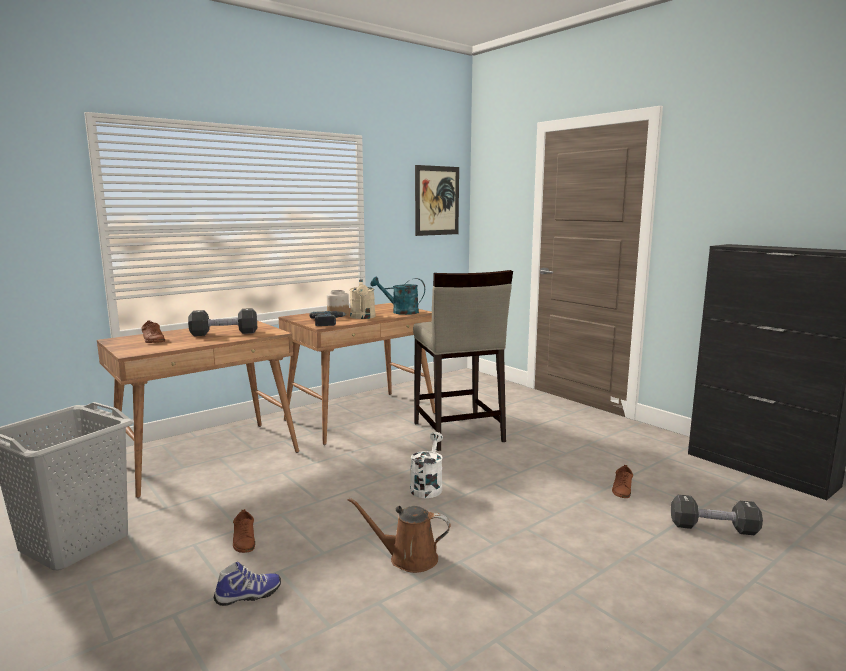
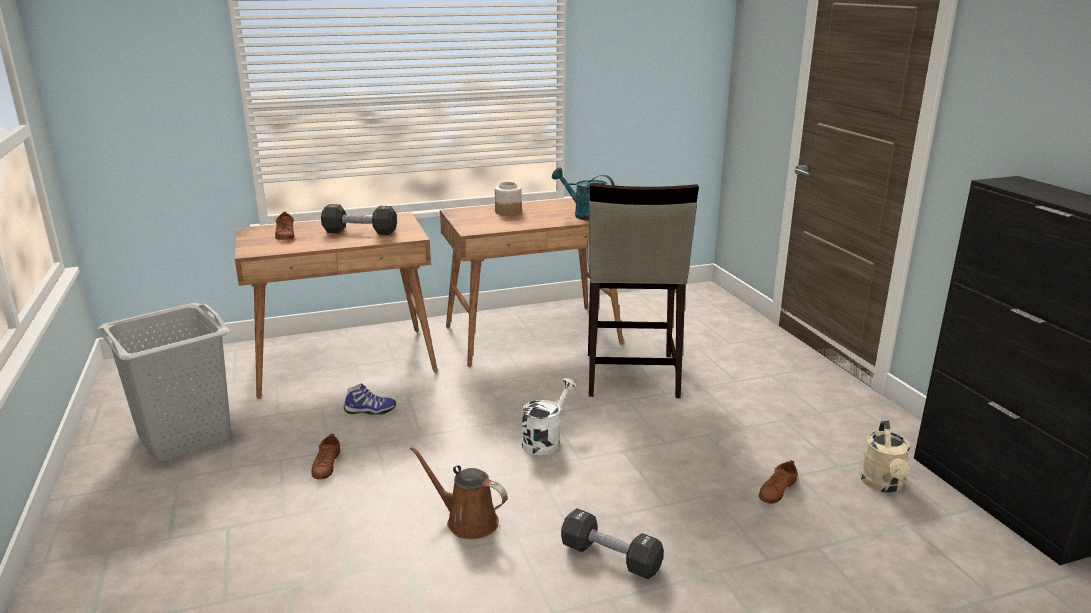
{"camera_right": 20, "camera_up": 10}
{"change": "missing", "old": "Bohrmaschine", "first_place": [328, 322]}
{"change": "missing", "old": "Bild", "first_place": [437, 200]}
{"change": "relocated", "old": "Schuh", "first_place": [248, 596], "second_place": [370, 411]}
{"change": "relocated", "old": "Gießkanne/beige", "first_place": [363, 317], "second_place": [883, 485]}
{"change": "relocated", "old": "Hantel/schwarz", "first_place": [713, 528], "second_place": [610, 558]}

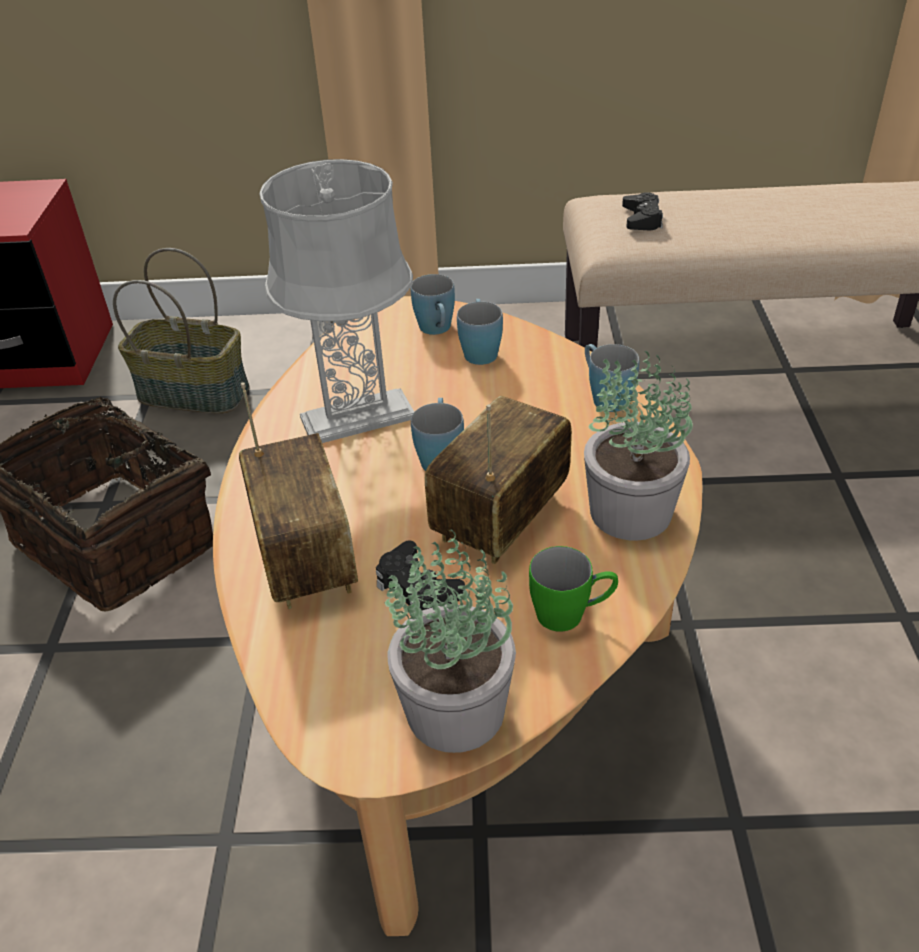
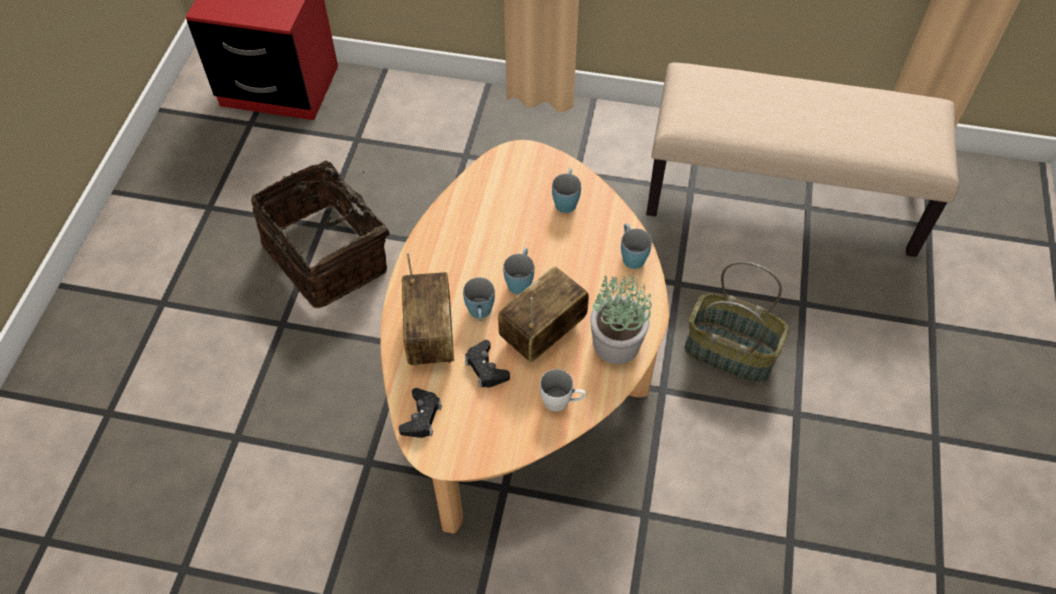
{"camera_right": 10, "camera_up": 15}
{"change": "missing", "old": "Tischlampe/grau", "first_place": [358, 418]}
{"change": "missing", "old": "Topfpflanze", "first_place": [458, 709]}
{"change": "relocated", "old": "Korb", "first_place": [195, 392], "second_place": [731, 351]}
{"change": "relocated", "old": "Henkelbecher/blau", "first_place": [437, 330], "second_place": [480, 314]}
{"change": "relocated", "old": "Gamepad/schwarz", "first_place": [642, 219], "second_place": [421, 417]}
{"change": "colour", "old": "Henkelbecher/grün", "new": "Henkelbecher/weiß", "first_place": [571, 614], "second_place": [562, 402]}

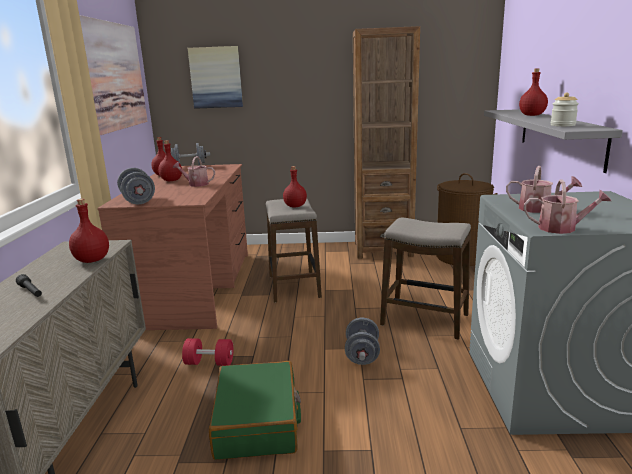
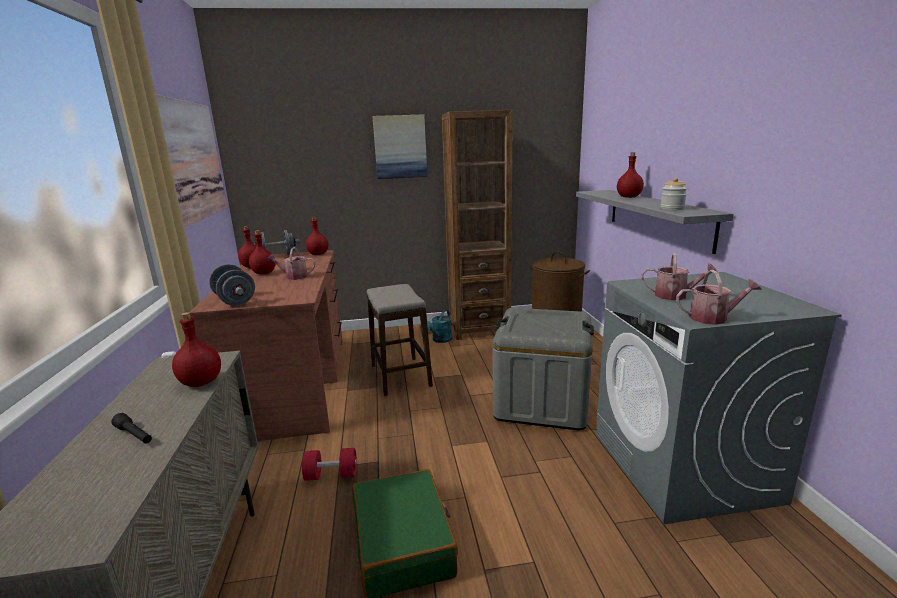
{"camera_right": -10, "camera_up": 0}
{"change": "missing", "old": "Hantel/grau", "first_place": [362, 355]}
{"change": "appeared", "new": "Gießkanne/türkis", "second_place": [440, 340]}
{"change": "relocated", "old": "Bild", "first_place": [216, 77], "second_place": [400, 147]}
{"change": "relocated", "old": "Flasche/rot", "first_place": [295, 206], "second_place": [318, 254]}
{"change": "exchanged", "old": "Hocker", "new": "Aufbewahrungsbox/grau", "first_place": [424, 320], "second_place": [541, 403]}

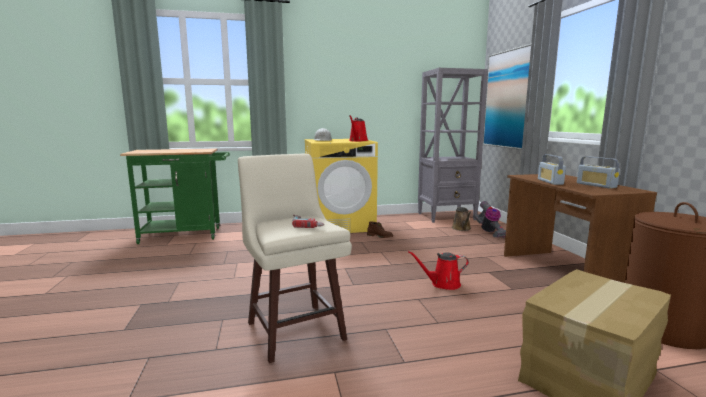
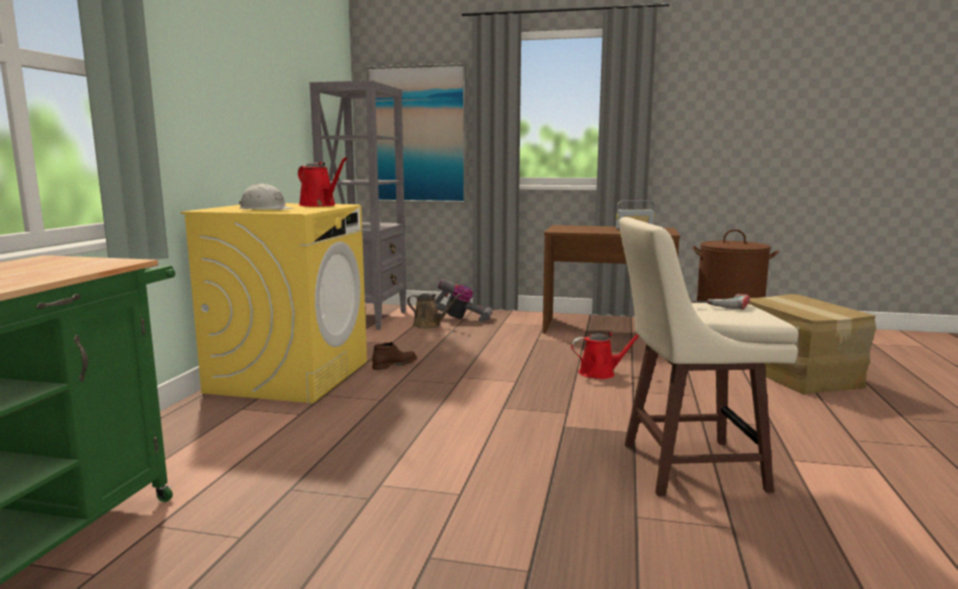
{"camera_right": -65, "camera_up": 0}
{"change": "missing", "old": "Radio", "first_place": [550, 182]}
{"change": "spun", "old": "Gießkanne/rot", "first_place": [443, 284], "second_place": [600, 373], "degrees": -120}

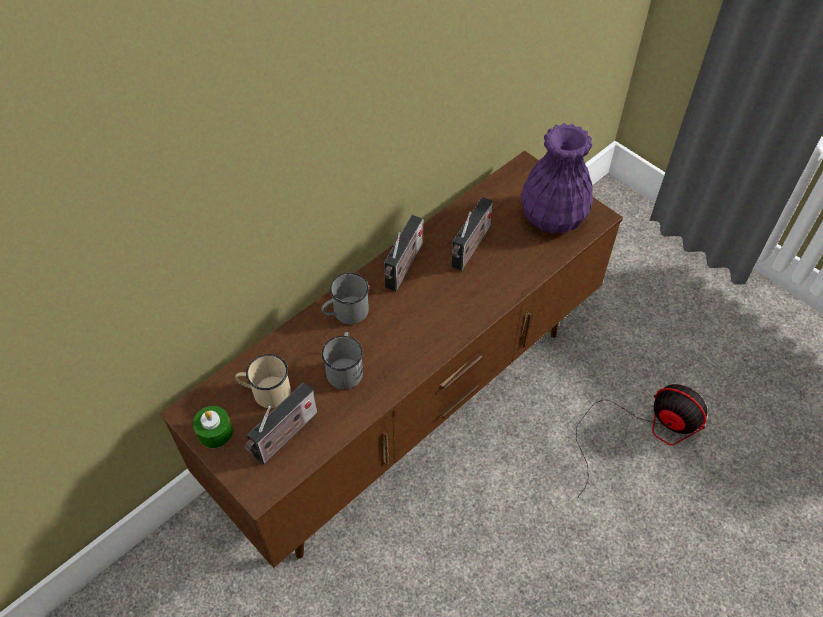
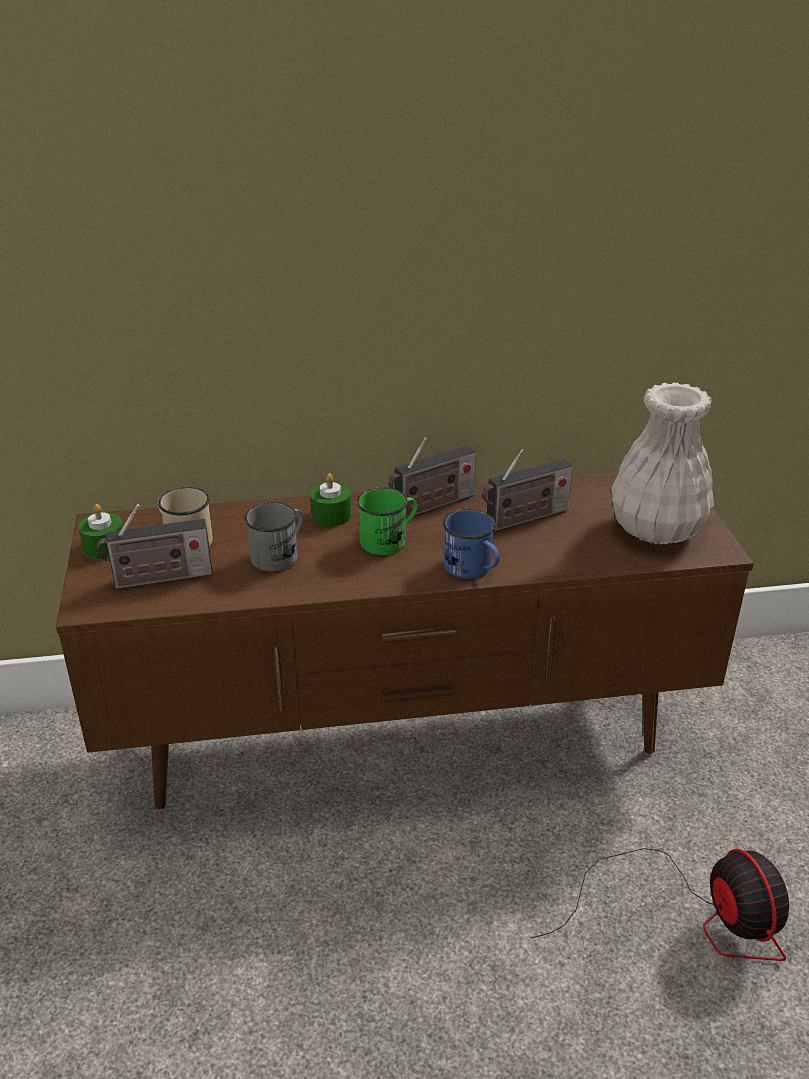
{"camera_right": 35, "camera_up": -20}
{"change": "appeared", "new": "Henkelbecher/grün", "second_place": [389, 540]}
{"change": "appeared", "new": "Henkelbecher/blau", "second_place": [473, 569]}
{"change": "exchanged", "old": "Henkelbecher/grau", "new": "Kerze/grün", "first_place": [346, 313], "second_place": [331, 515]}
{"change": "colour", "old": "Vase/lila", "new": "Vase/weiß", "first_place": [552, 216], "second_place": [656, 529]}

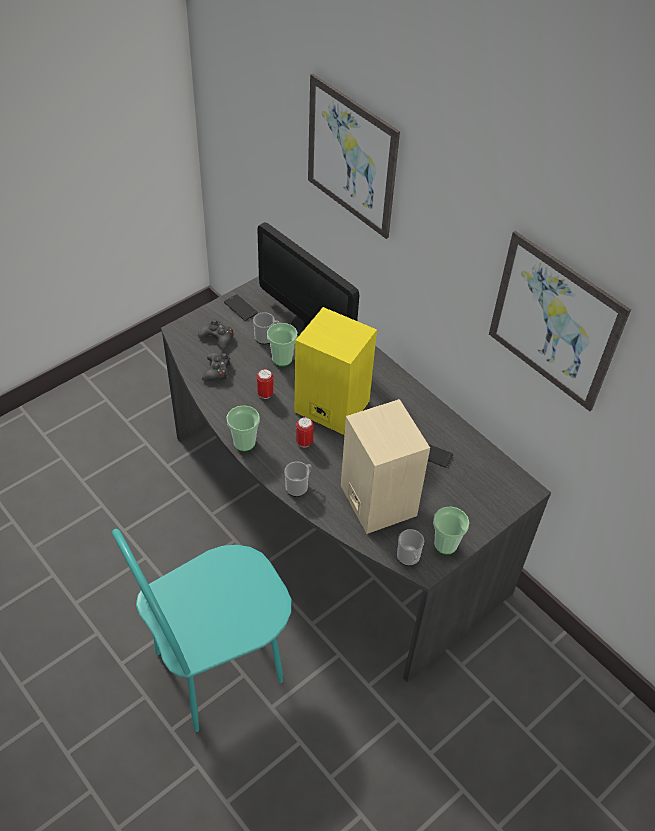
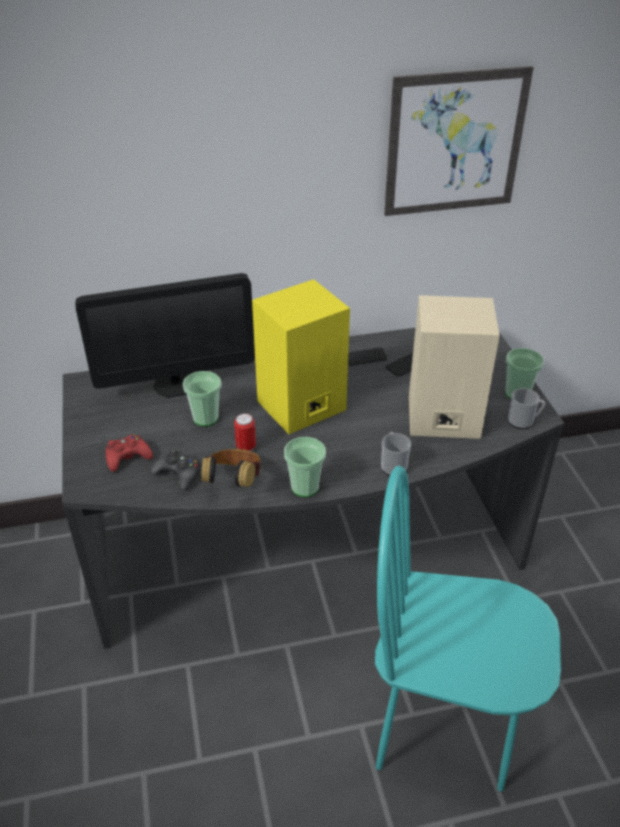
{"camera_right": -60, "camera_up": -10}
{"change": "missing", "old": "Henkelbecher", "first_place": [266, 337]}
{"change": "missing", "old": "Dose", "first_place": [304, 442]}
{"change": "missing", "old": "Bild", "first_place": [351, 157]}
{"change": "appeared", "new": "Kopfhörer", "second_place": [234, 483]}
{"change": "relocated", "old": "Handy", "first_place": [240, 308], "second_place": [365, 357]}
{"change": "colour", "old": "Gamepad/schwarz", "new": "Gamepad/rot", "first_place": [217, 338], "second_place": [128, 457]}
{"change": "spun", "old": "Stuhl/türkis", "first_place": [219, 668], "second_place": [443, 725], "degrees": 105}

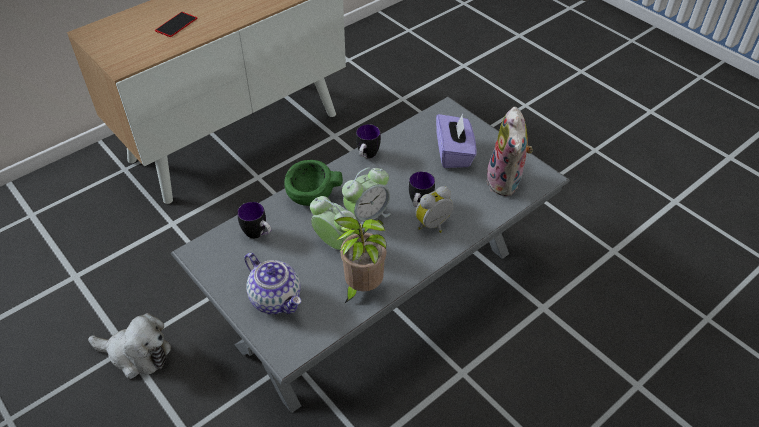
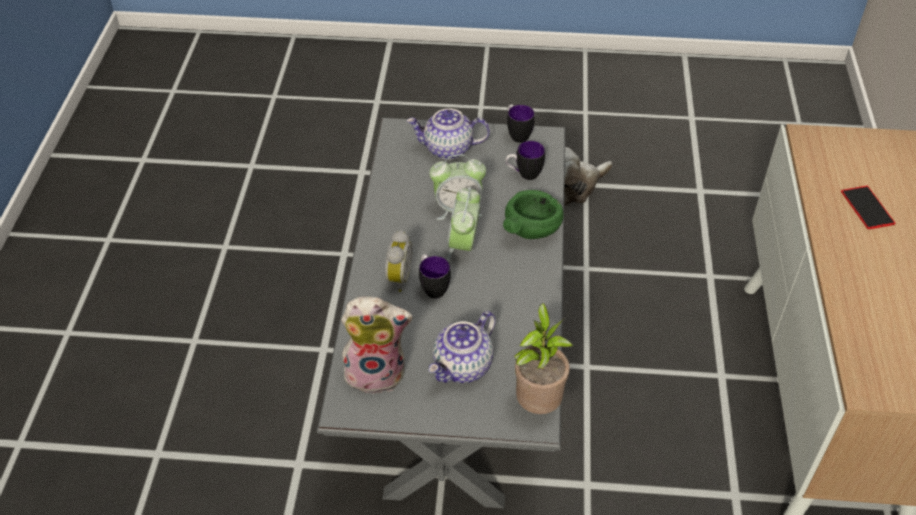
{"camera_right": 135, "camera_up": 0}
{"change": "relocated", "old": "Topfpflanze", "first_place": [361, 288], "second_place": [538, 403]}
{"change": "relocated", "old": "Henkelbecher", "first_place": [366, 156], "second_place": [517, 134]}
{"change": "exchanged", "old": "Taschentuchbox/lila", "new": "Teekanne", "first_place": [454, 153], "second_place": [463, 367]}
{"change": "spun", "old": "Plüschtier", "first_place": [506, 182], "second_place": [377, 372], "degrees": 135}

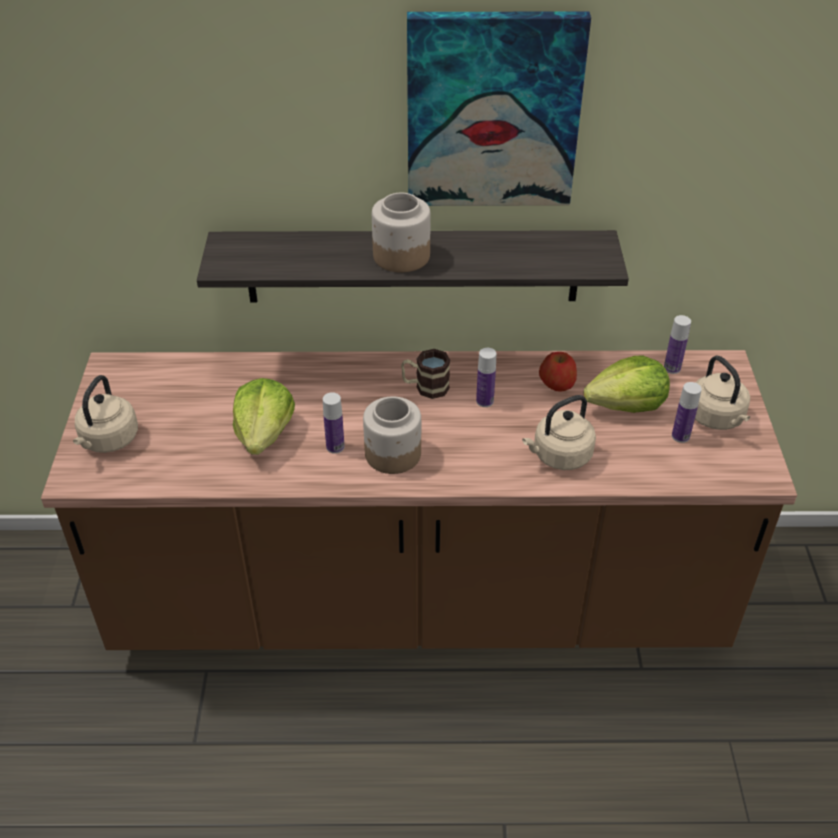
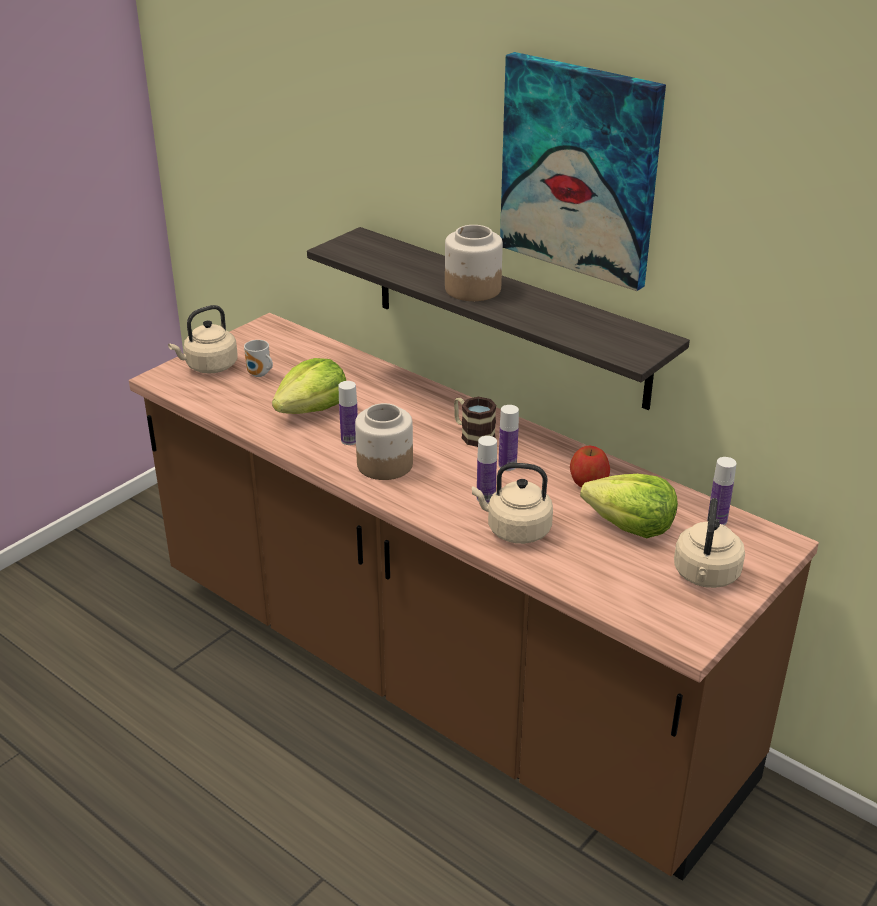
{"camera_right": 40, "camera_up": -10}
{"change": "appeared", "new": "Henkelbecher", "second_place": [259, 375]}
{"change": "relocated", "old": "Flasche", "first_place": [680, 436], "second_place": [486, 498]}

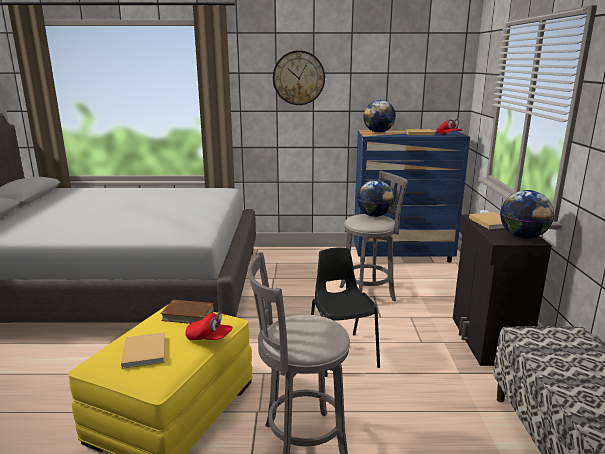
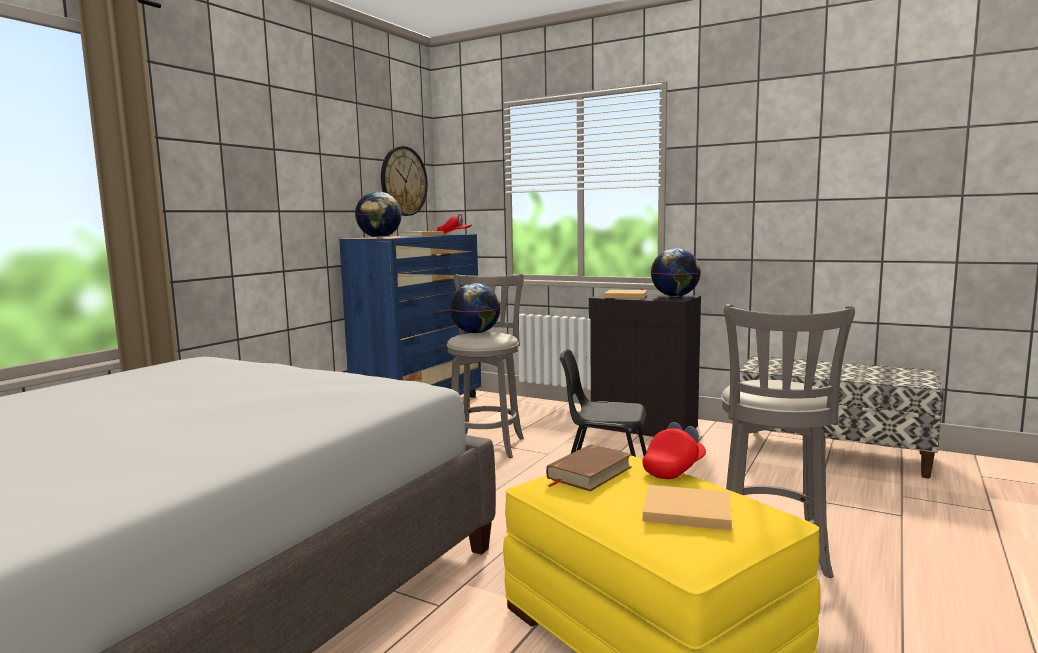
{"camera_right": -60, "camera_up": -10}
{"change": "relocated", "old": "Wanduhr", "first_place": [298, 78], "second_place": [403, 181]}

